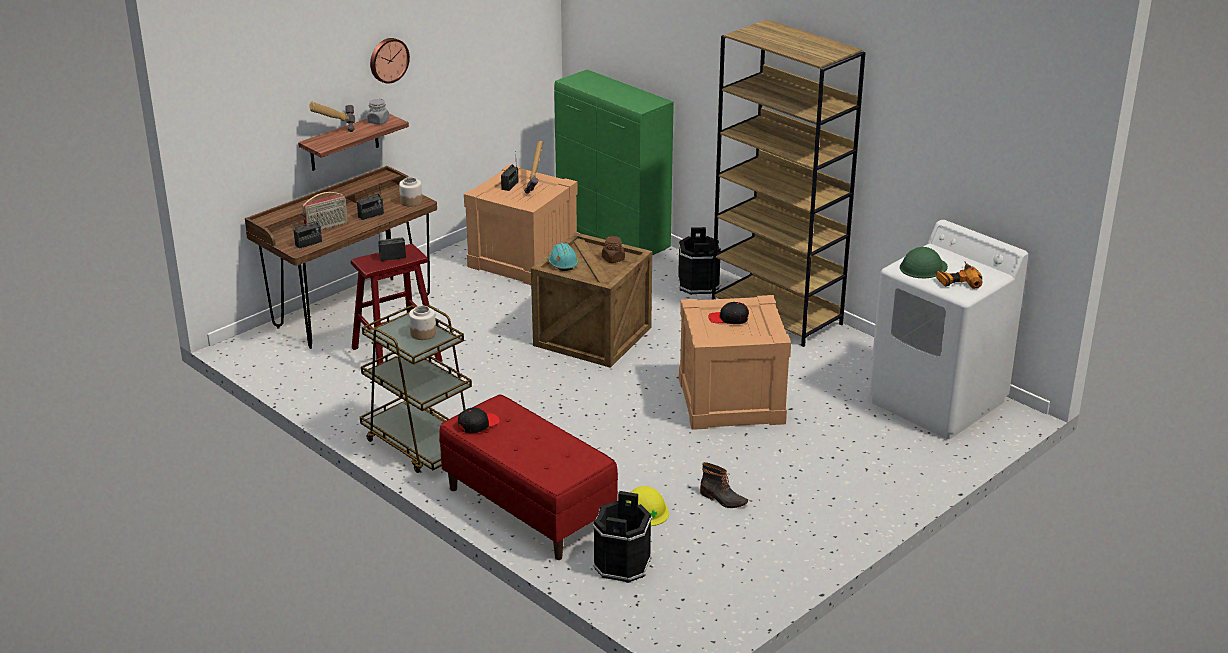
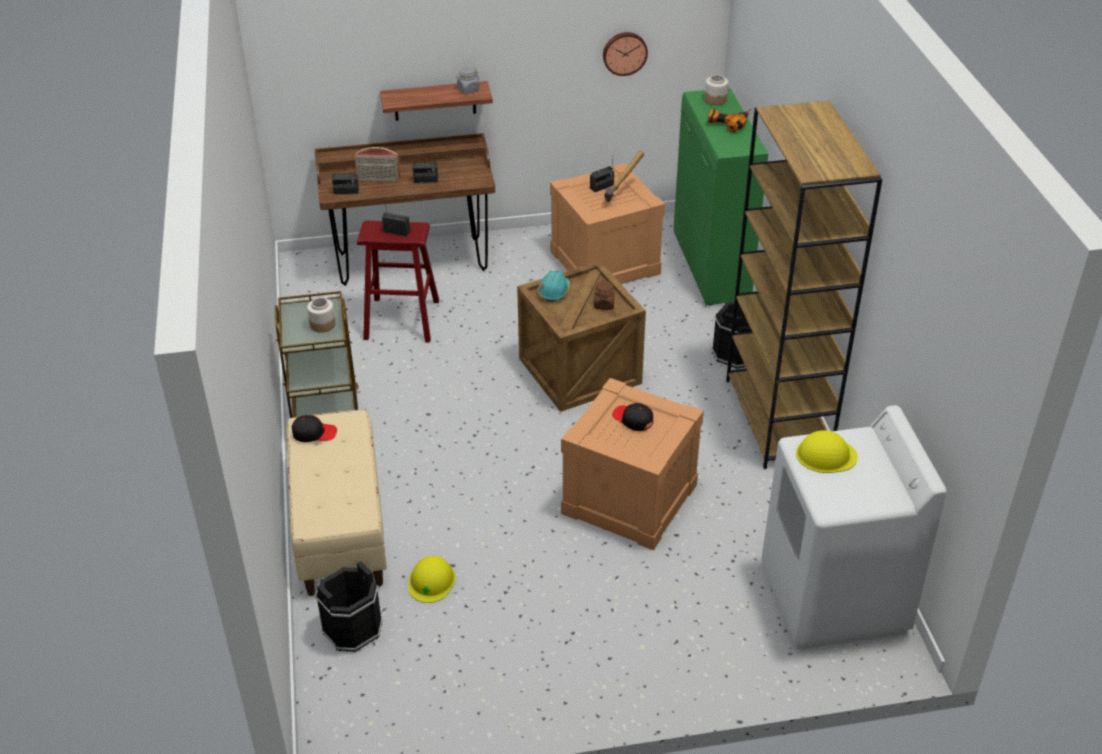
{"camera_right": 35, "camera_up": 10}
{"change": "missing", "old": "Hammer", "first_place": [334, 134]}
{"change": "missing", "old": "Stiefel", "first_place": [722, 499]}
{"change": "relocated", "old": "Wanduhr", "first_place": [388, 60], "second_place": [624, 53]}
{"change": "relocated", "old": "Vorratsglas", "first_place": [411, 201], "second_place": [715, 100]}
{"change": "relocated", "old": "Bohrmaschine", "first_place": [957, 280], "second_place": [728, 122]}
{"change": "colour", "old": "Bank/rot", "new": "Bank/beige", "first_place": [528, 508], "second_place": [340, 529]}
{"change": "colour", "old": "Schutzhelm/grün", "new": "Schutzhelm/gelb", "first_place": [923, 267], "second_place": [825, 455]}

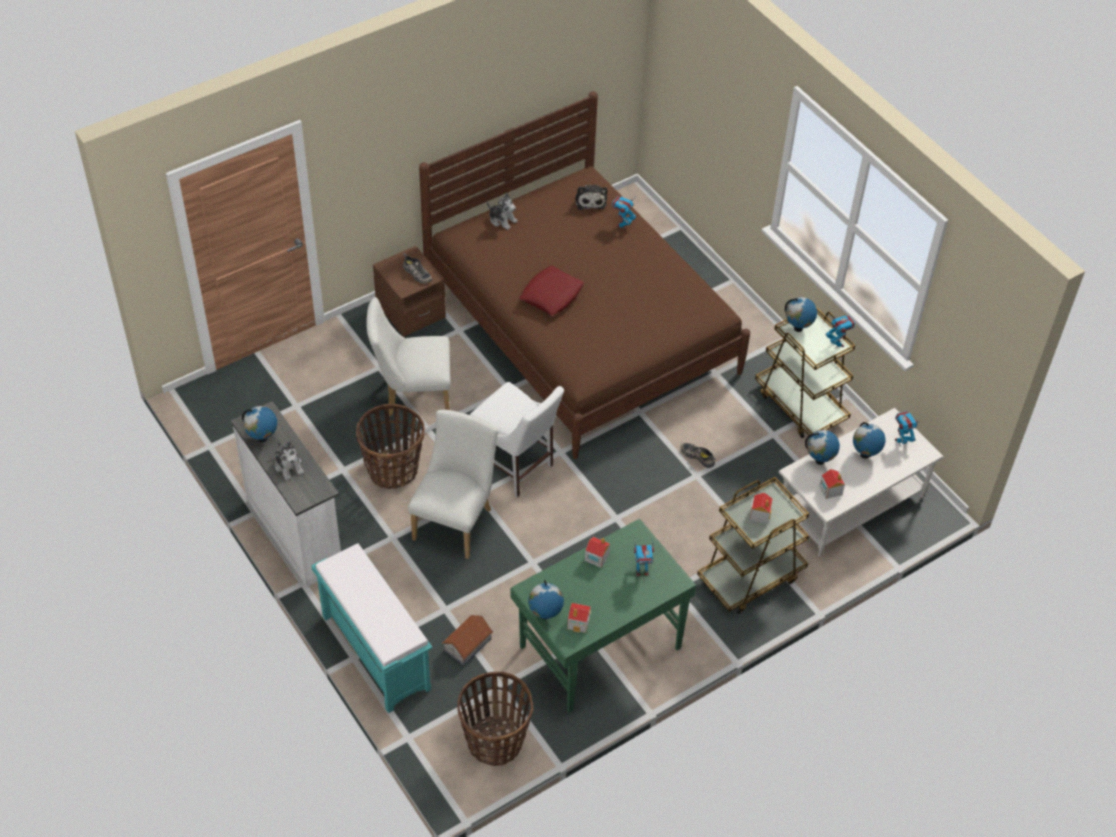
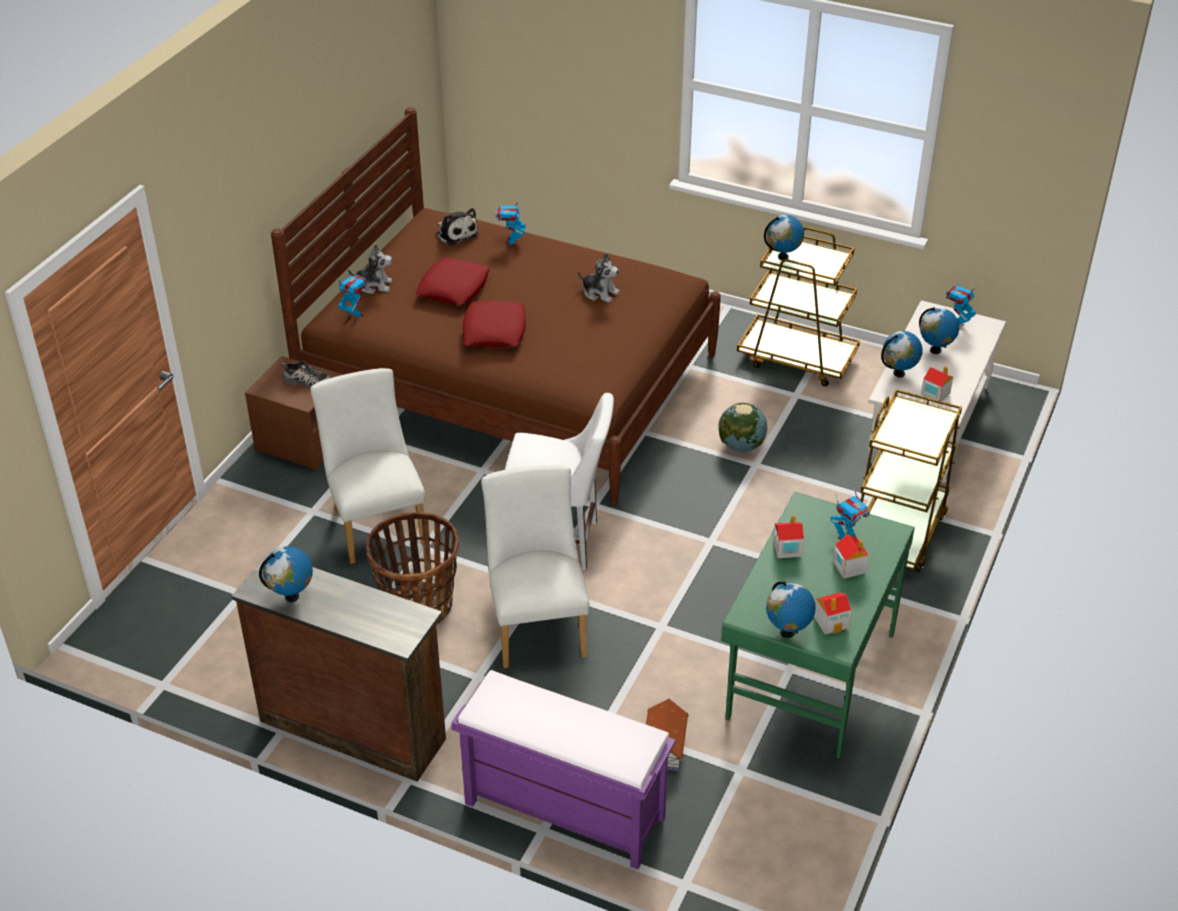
{"camera_right": -30, "camera_up": -10}
{"change": "missing", "old": "Korb", "first_place": [495, 741]}
{"change": "appeared", "new": "Kissen/rot", "second_place": [453, 287]}
{"change": "relocated", "old": "Plüschtier", "first_place": [289, 466], "second_place": [599, 293]}
{"change": "relocated", "old": "Spielzeughaus", "first_place": [760, 514], "second_place": [849, 567]}
{"change": "relocated", "old": "Spielzeugroboter", "first_place": [837, 344], "second_place": [355, 315]}
{"change": "exchanged", "old": "Schuh", "new": "Globus", "first_place": [698, 456], "second_place": [741, 446]}
{"change": "colour", "old": "Kommode/weiß", "new": "Kommode/braun", "first_place": [295, 532], "second_place": [353, 727]}
{"change": "colour", "old": "Bank/türkis", "new": "Bank/lila", "first_place": [374, 652], "second_place": [562, 810]}
{"change": "spun", "old": "Stuhl/weiß", "first_place": [412, 395], "second_place": [376, 522], "degrees": 105}

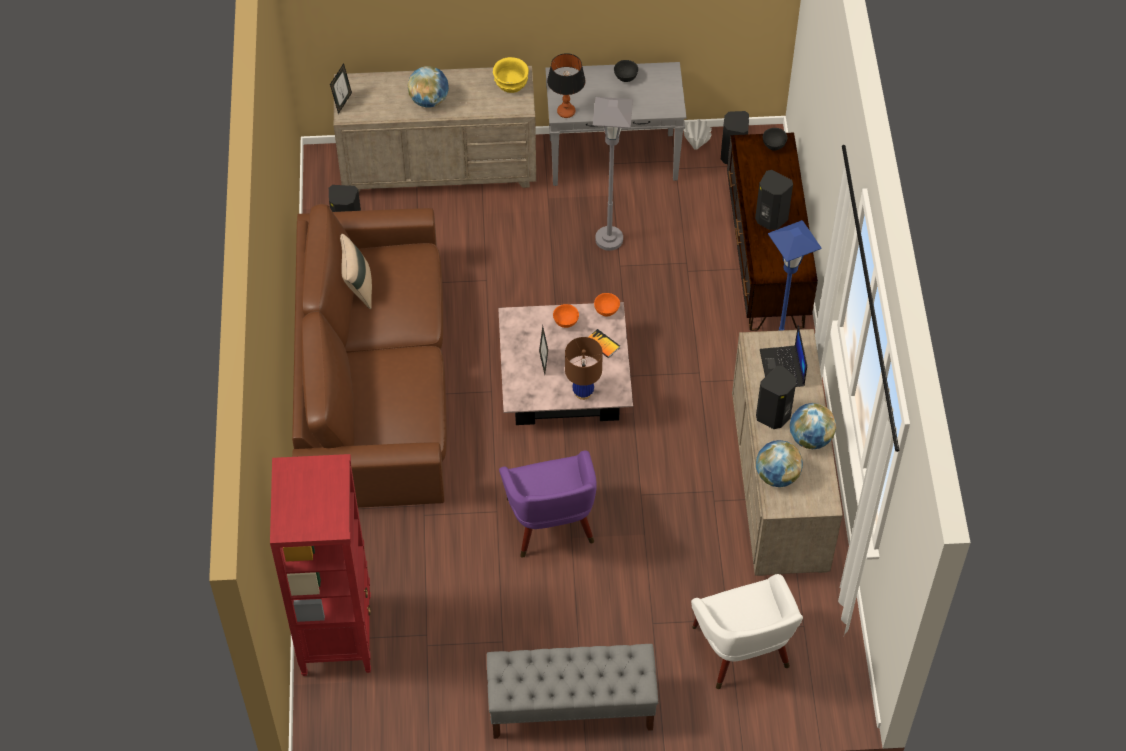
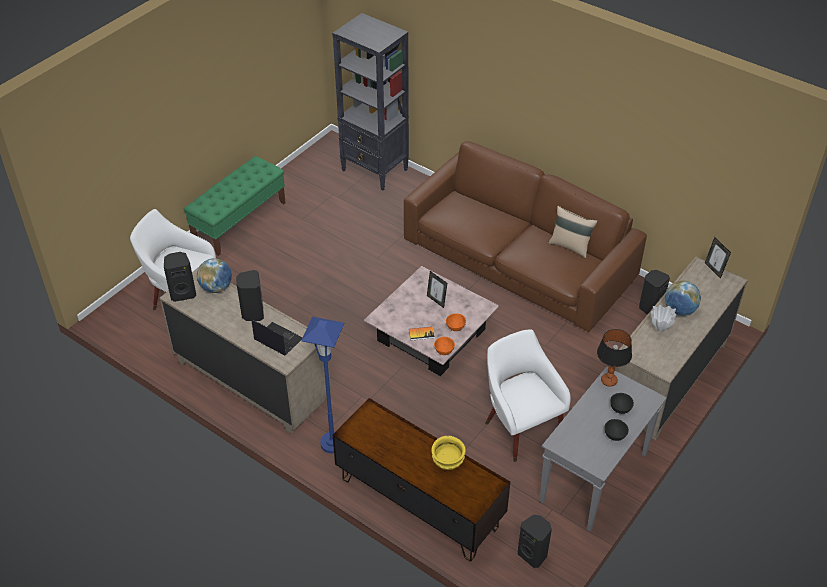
{"camera_right": 130, "camera_up": -10}
{"change": "missing", "old": "Sessel/lila", "first_place": [551, 526]}
{"change": "missing", "old": "Tischlampe/braun", "first_place": [583, 392]}
{"change": "missing", "old": "Globus", "first_place": [810, 438]}
{"change": "relocated", "old": "Schüssel/gelb", "first_place": [511, 83], "second_place": [448, 461]}
{"change": "relocated", "old": "Vase/weiß", "first_place": [696, 147], "second_place": [659, 330]}
{"change": "relocated", "old": "Lautsprecher/schwarz", "first_place": [770, 219], "second_place": [183, 293]}
{"change": "relocated", "old": "Schüssel/schwarz", "first_place": [774, 145], "second_place": [620, 409]}
{"change": "exchanged", "old": "Stehlampe/grau", "new": "Sessel/weiß", "first_place": [609, 239], "second_place": [521, 426]}
{"change": "colour", "old": "Bücherregal/rot", "new": "Bücherregal/schwarz", "first_place": [337, 634], "second_place": [375, 170]}
{"change": "colour", "old": "Bank/grau", "new": "Bank/grün", "first_place": [571, 707], "second_place": [239, 221]}

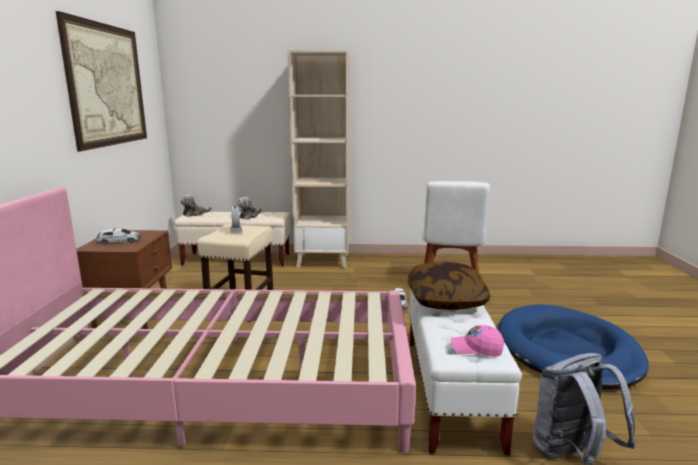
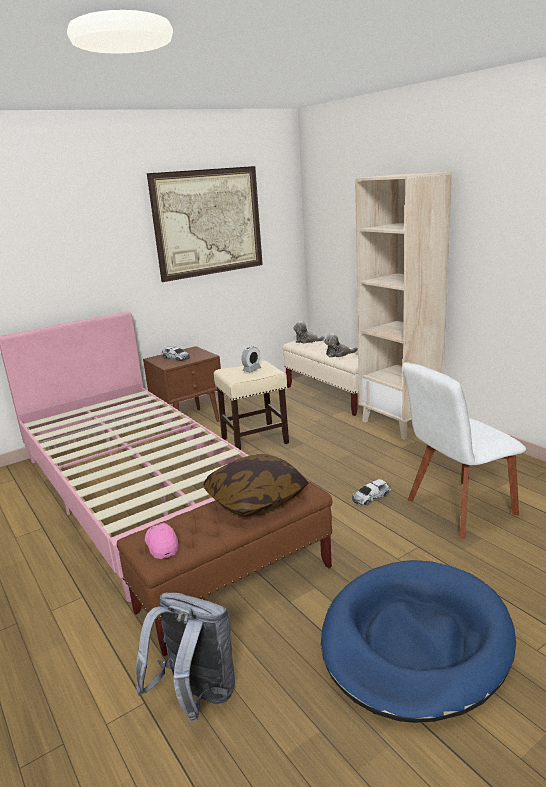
{"camera_right": 55, "camera_up": 5}
{"change": "colour", "old": "Bank/weiß", "new": "Bank/braun", "first_place": [450, 390], "second_place": [236, 589]}

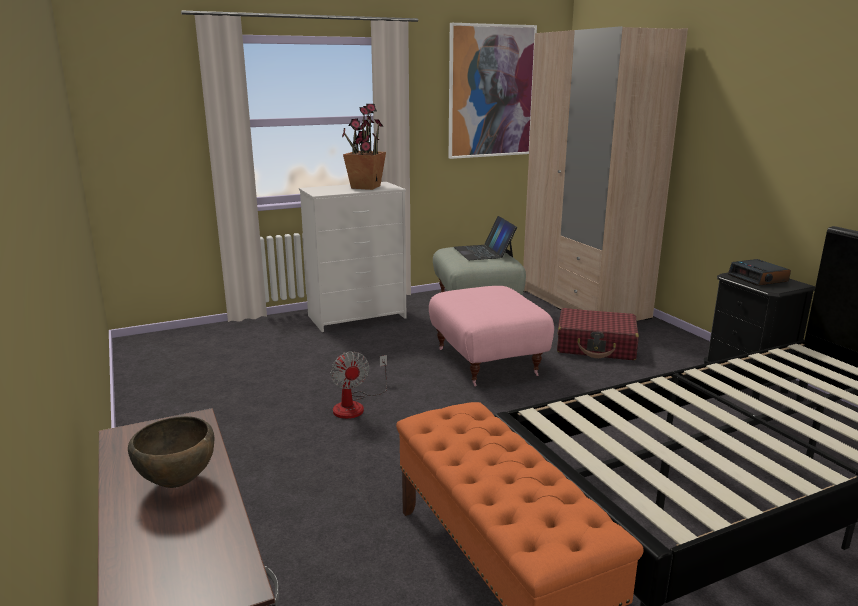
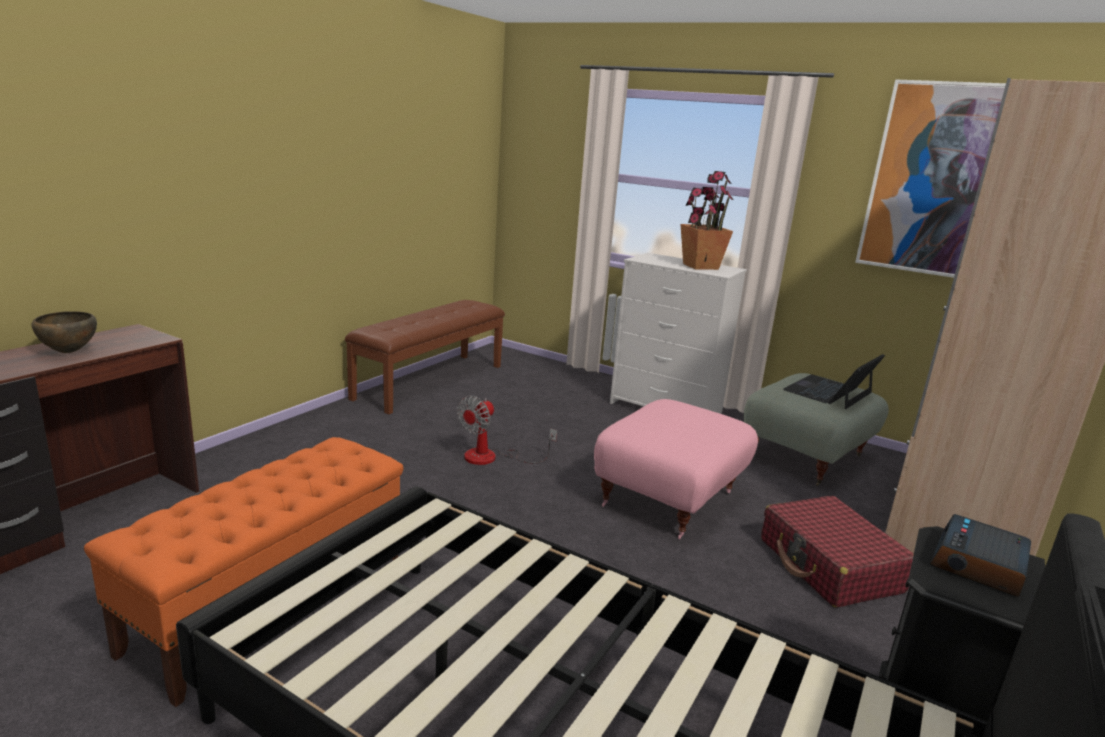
{"camera_right": 55, "camera_up": 0}
{"change": "appeared", "new": "Bank/braun", "second_place": [430, 381]}

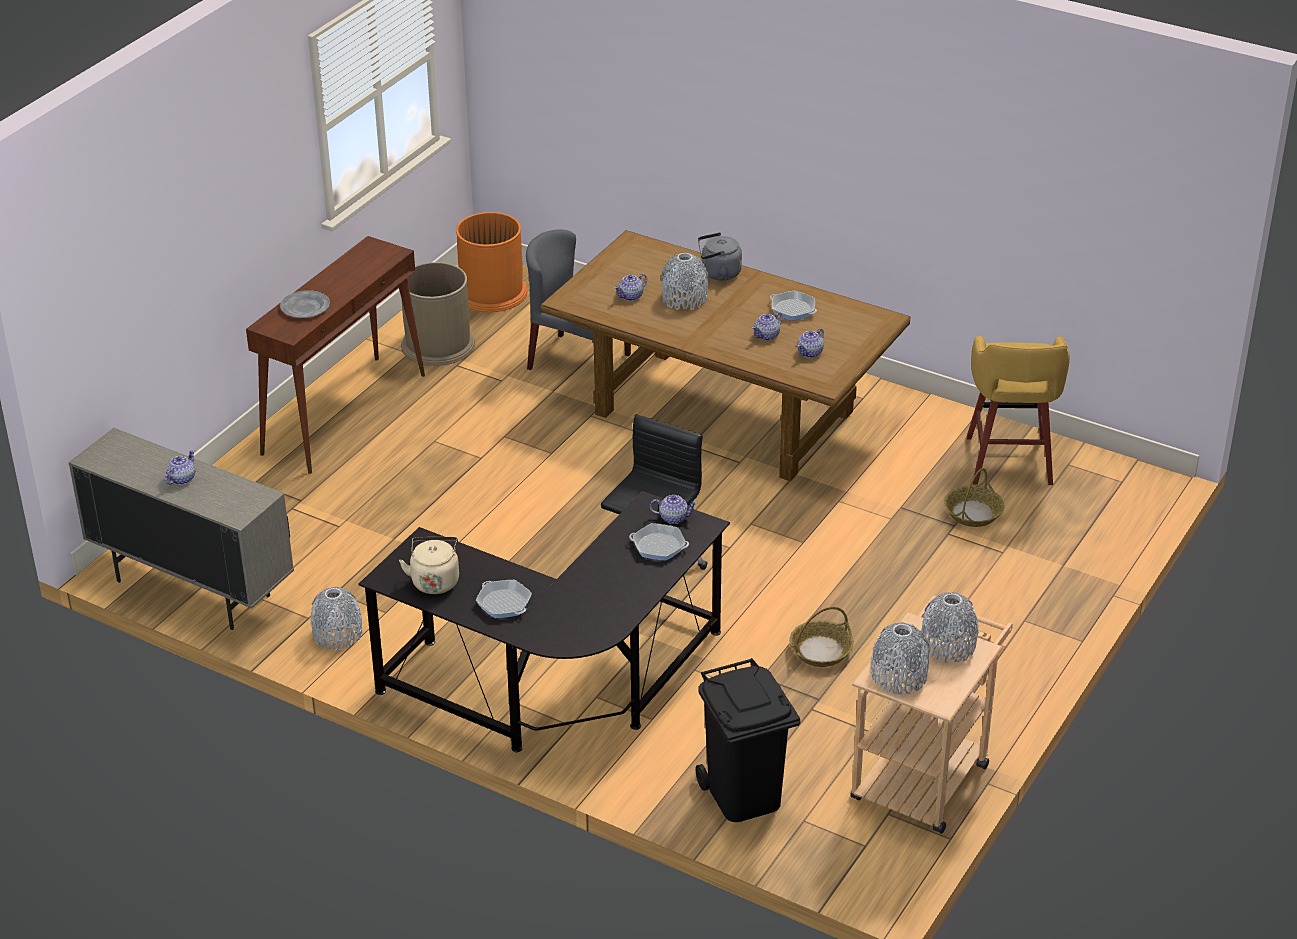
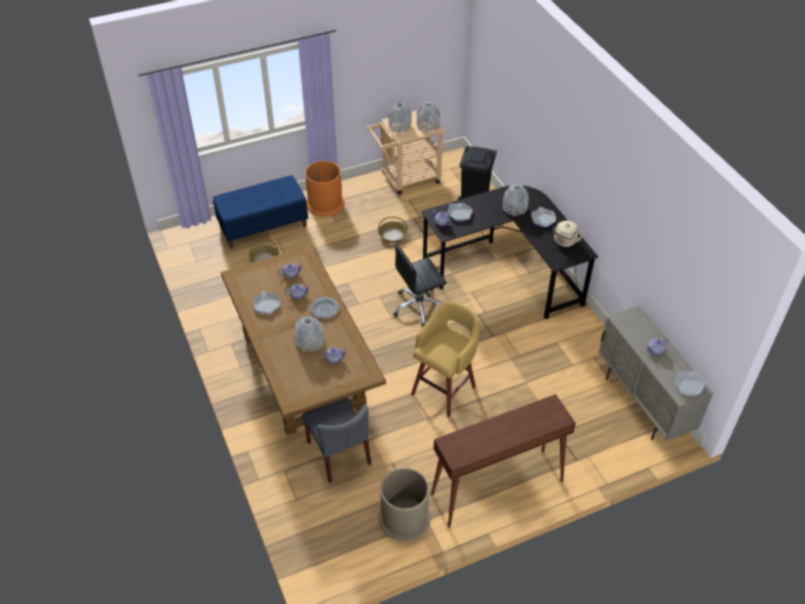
{"camera_right": -145, "camera_up": 10}
{"change": "missing", "old": "Wasserkessel/grau", "first_place": [718, 273]}
{"change": "appeared", "new": "Bank/blau", "second_place": [263, 226]}
{"change": "appeared", "new": "Pfanne", "second_place": [688, 385]}
{"change": "relocated", "old": "Teller/grau", "first_place": [305, 307], "second_place": [325, 309]}
{"change": "relocated", "old": "Vase/grau", "first_place": [337, 635], "second_place": [514, 208]}
{"change": "relocated", "old": "Mülleimer/orange", "first_place": [492, 292], "second_place": [325, 203]}
{"change": "relocated", "old": "Hocker/gelb", "first_place": [1009, 463], "second_place": [445, 389]}

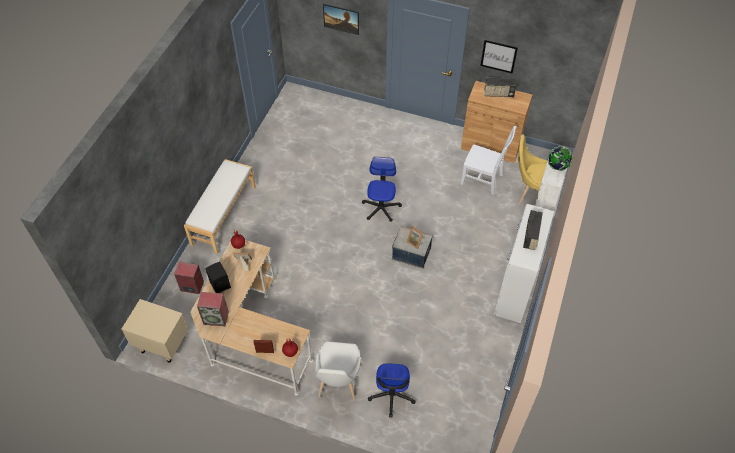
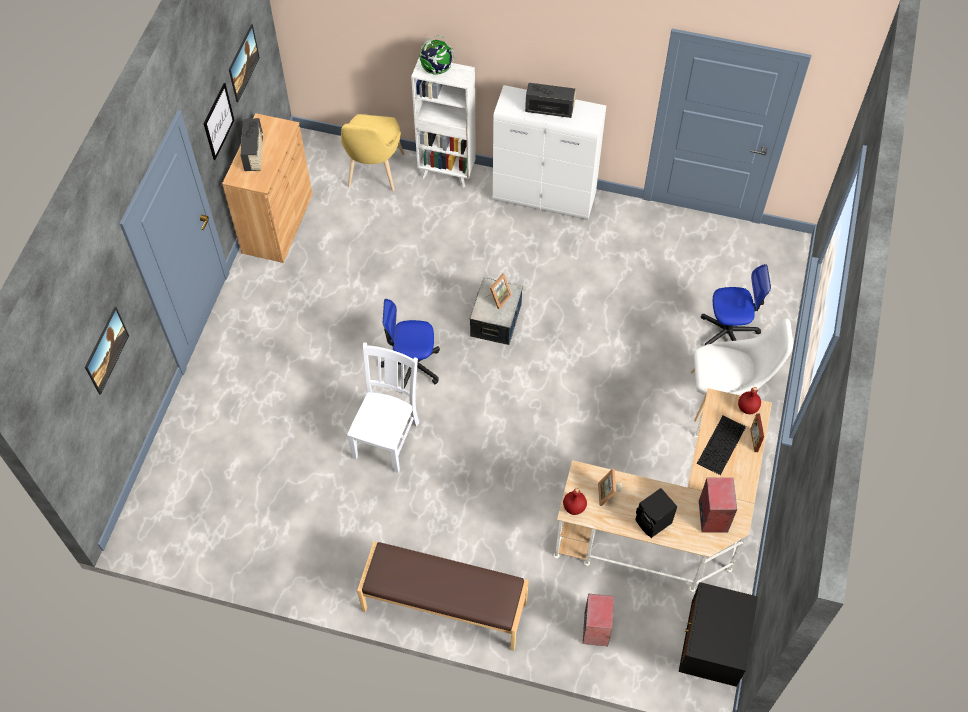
{"camera_right": -95, "camera_up": 5}
{"change": "appeared", "new": "Bild", "second_place": [245, 71]}
{"change": "appeared", "new": "Tastatur", "second_place": [721, 445]}
{"change": "relocated", "old": "Stuhl/weiß", "first_place": [483, 180], "second_place": [387, 438]}
{"change": "colour", "old": "Nachttisch/beige", "new": "Nachttisch/schwarz", "first_place": [162, 344], "second_place": [709, 652]}
{"change": "colour", "old": "Bank/weiß", "new": "Bank/braun", "first_place": [223, 215], "second_place": [444, 607]}

